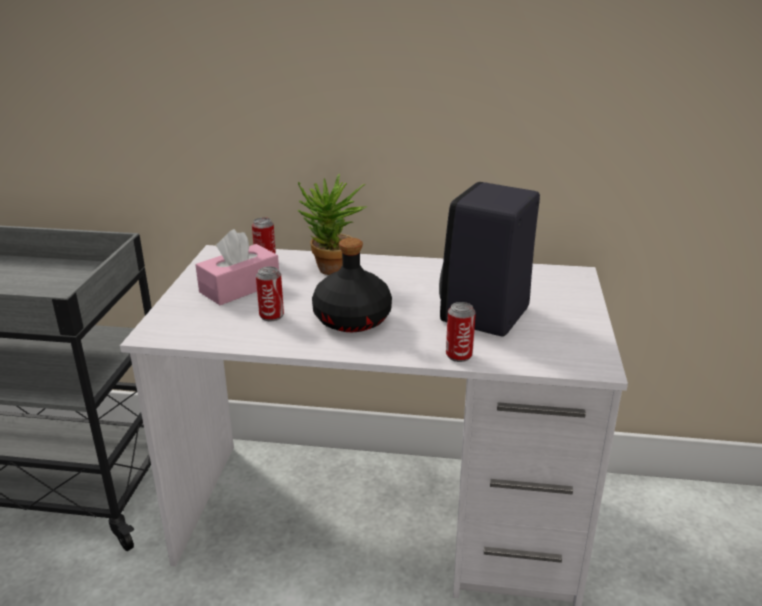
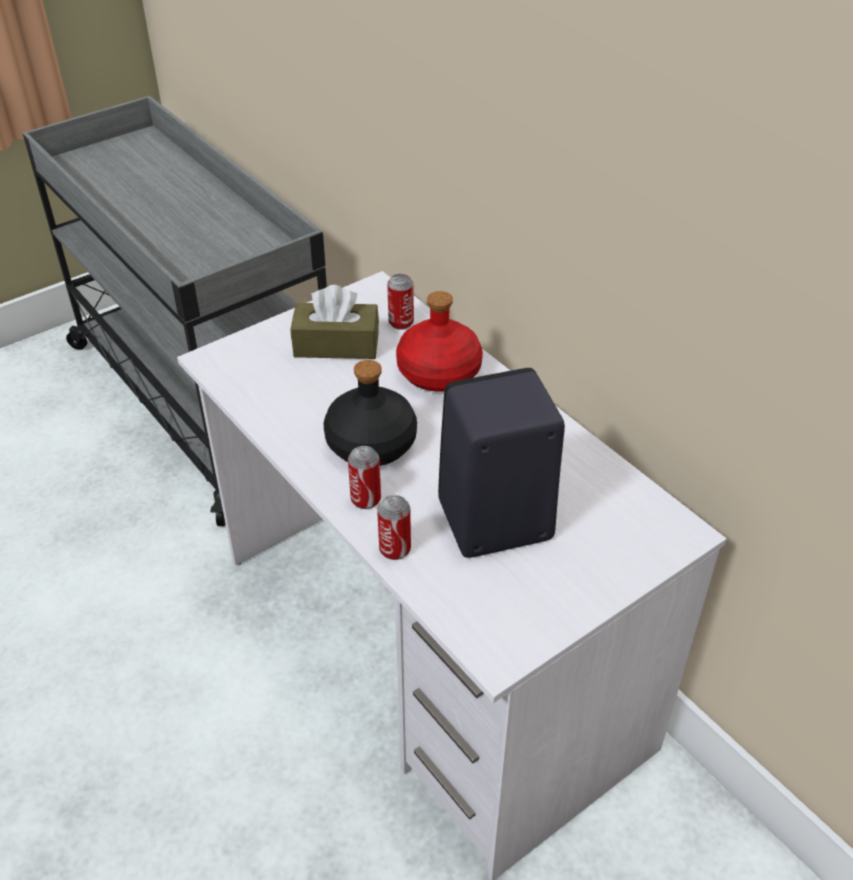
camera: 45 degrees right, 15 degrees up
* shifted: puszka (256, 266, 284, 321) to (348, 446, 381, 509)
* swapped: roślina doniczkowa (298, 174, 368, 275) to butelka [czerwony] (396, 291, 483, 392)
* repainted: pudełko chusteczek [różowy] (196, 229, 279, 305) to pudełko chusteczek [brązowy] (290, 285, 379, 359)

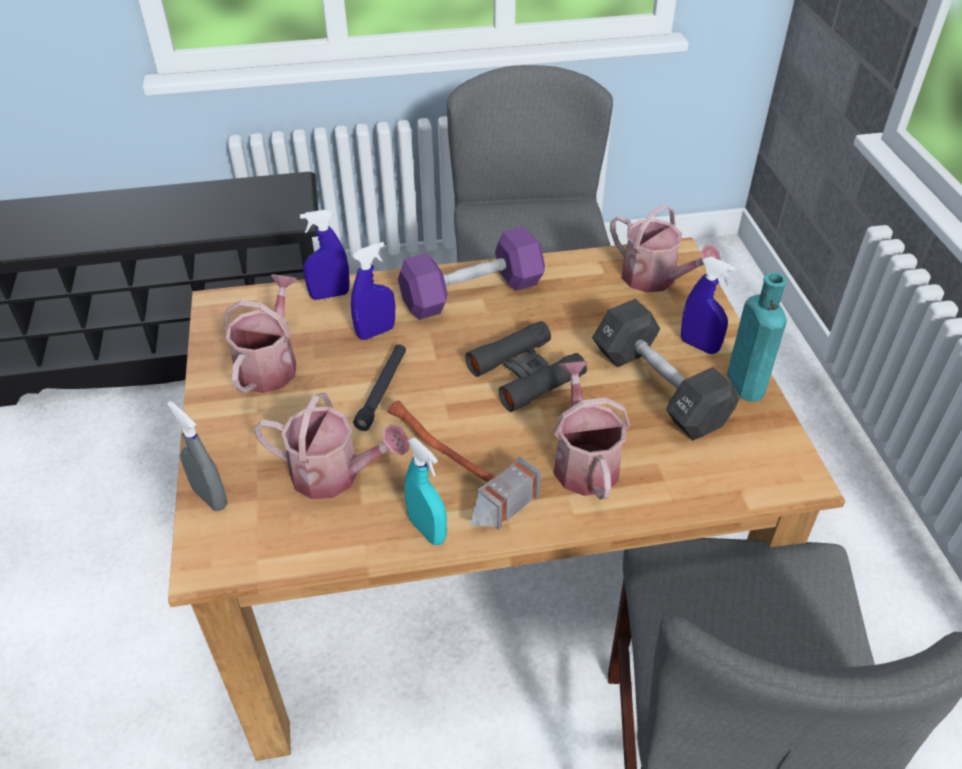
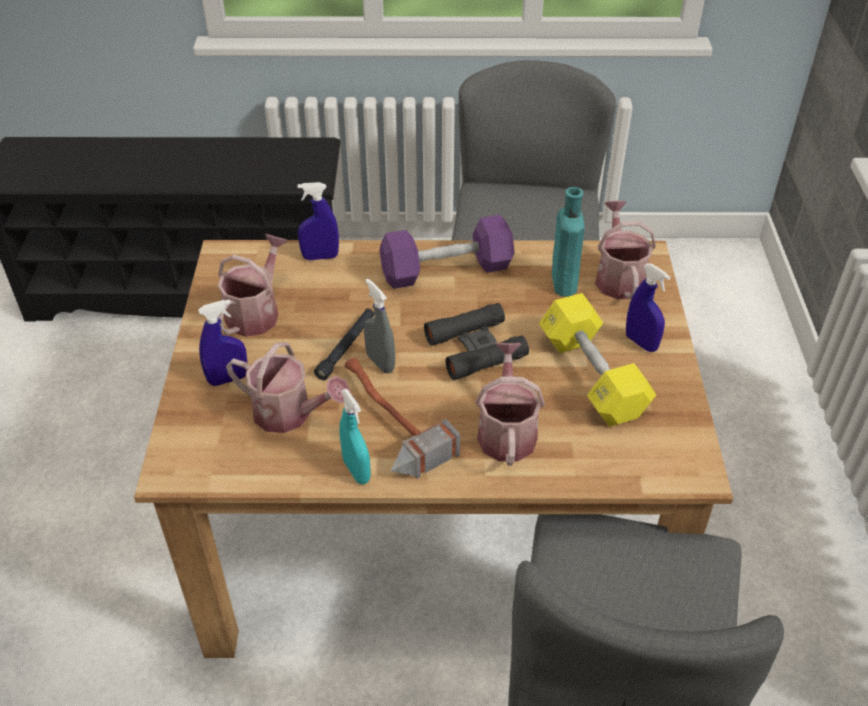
camera: 10 degrees right, 0 degrees up
* shifted: spryskiwacz [szary] (168, 401, 227, 511) to (364, 278, 395, 373)
* shifted: spryskiwacz [niebieski] (351, 242, 395, 340) to (198, 299, 247, 386)
* shifted: butelka [turkusowy] (727, 272, 787, 402) to (552, 187, 585, 297)
* repainted: hantel [czarny] (592, 299, 739, 440) to hantel [żółty] (539, 293, 656, 427)
* rotated: konewka (610, 204, 721, 293) = (595, 201, 656, 299) 150 degrees counterclockwise

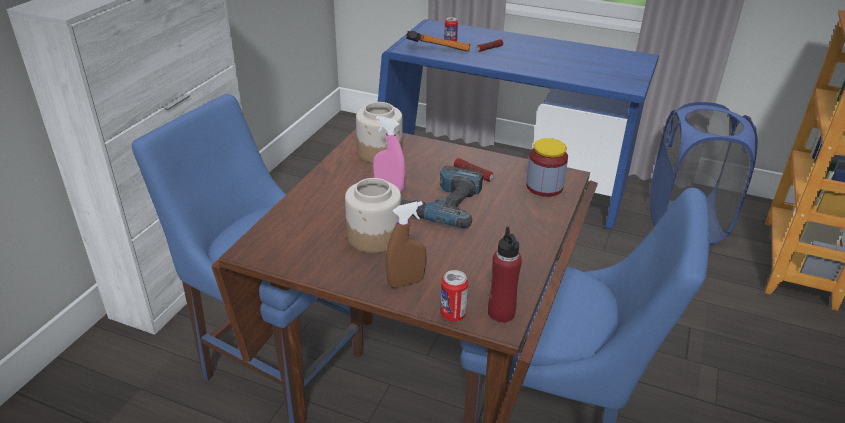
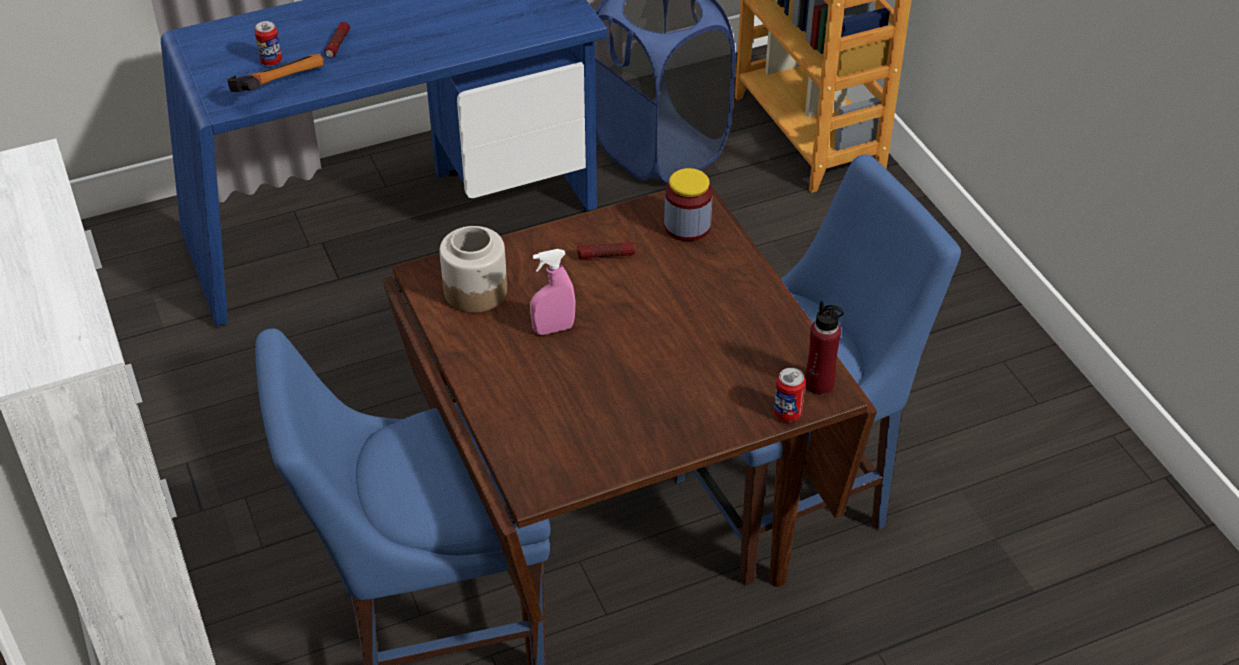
camera: 45 degrees left, 10 degrees up
* gone: słoik (345, 178, 401, 253)
* gone: spryskiwacz [brązowy] (386, 201, 426, 288)
* gone: wiertarka (401, 166, 483, 228)

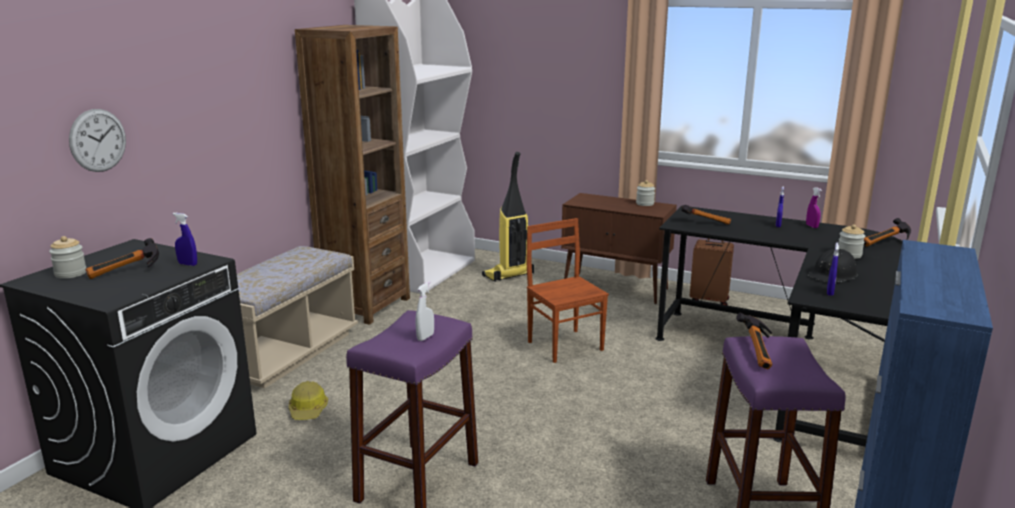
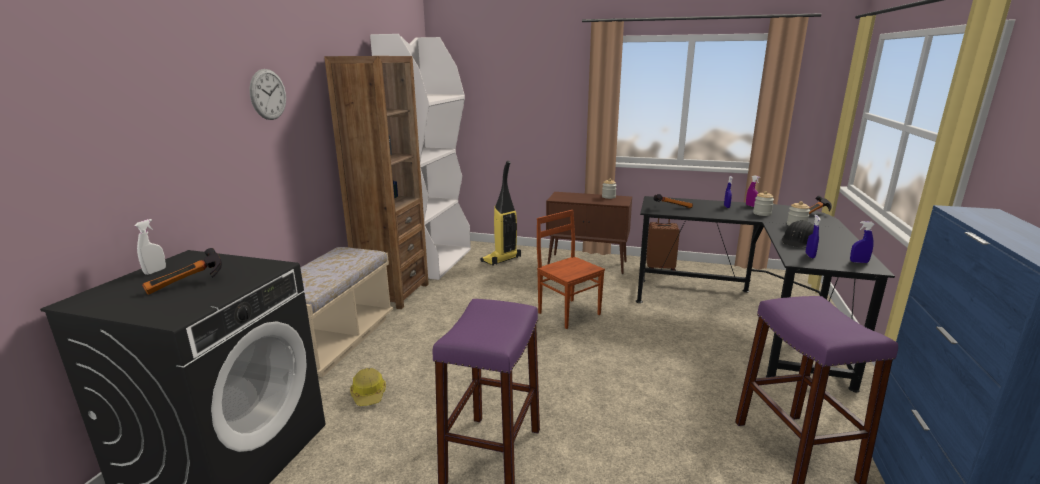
camera: 10 degrees left, 0 degrees up
* gone: młotek (736, 313, 773, 370)
* shifted: słoik (49, 236, 86, 279) to (753, 191, 774, 216)
* shifted: zegar ścienny (69, 109, 126, 172) to (249, 69, 286, 120)
* shifted: spryskiwacz [niebieski] (173, 213, 197, 266) to (850, 221, 875, 263)
* shifted: spryskiwacz [biały] (415, 282, 434, 341) to (135, 219, 166, 275)

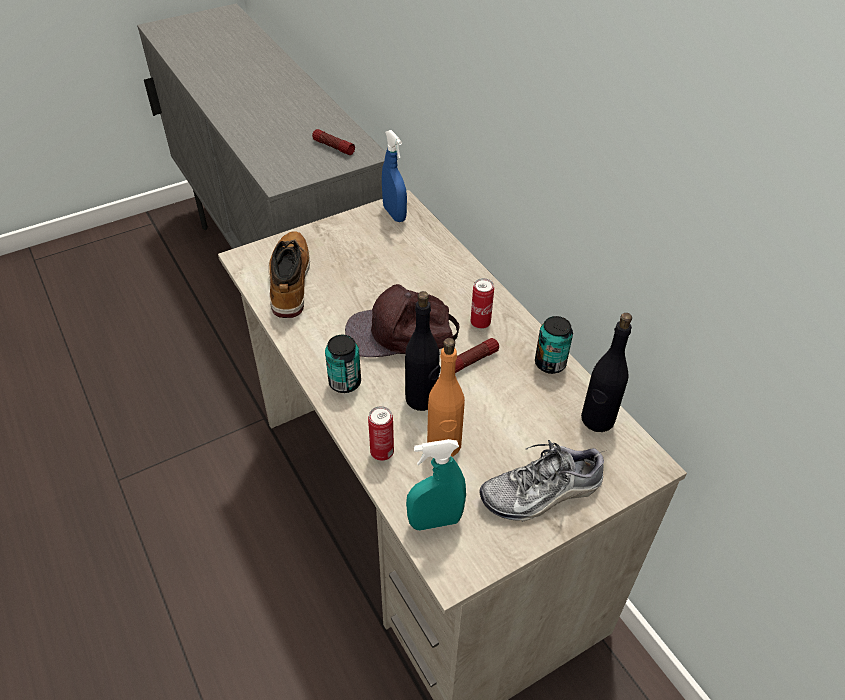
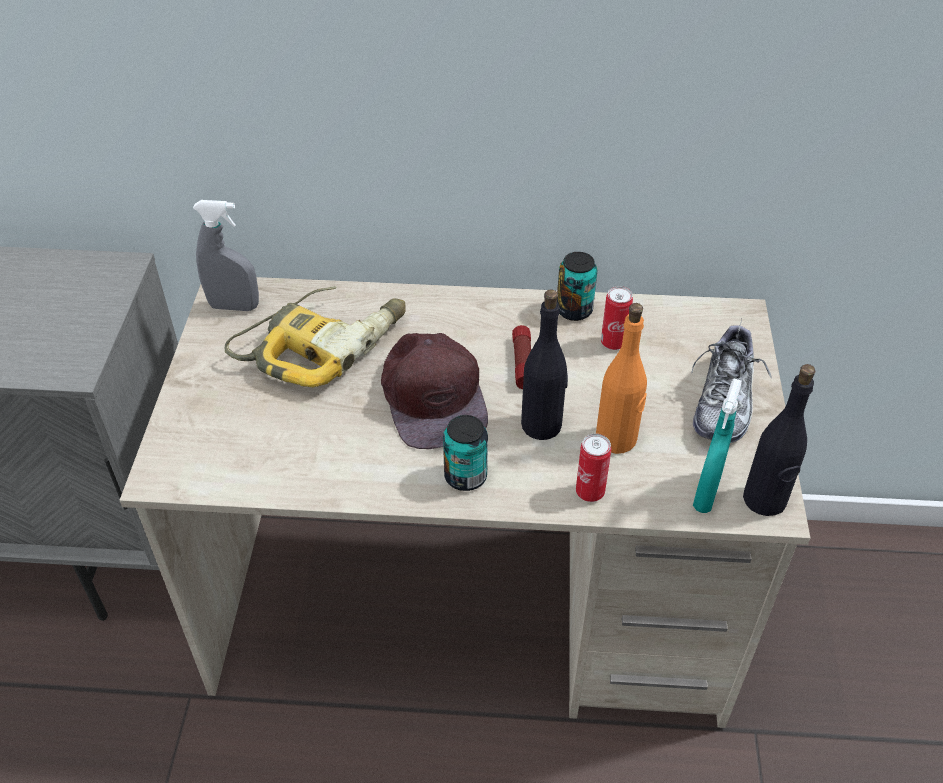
camera: 55 degrees left, 0 degrees up
* gone: but z cholewką (268, 232, 310, 318)
* gone: latarka (312, 129, 355, 155)
* new: wiertarka (225, 286, 406, 387)
* shifted: puszka (471, 278, 494, 329) to (601, 286, 633, 350)
* shifted: butelka [czarny] (581, 313, 632, 432) to (743, 364, 815, 516)
* repainted: spryskiwacz [niebieski] (382, 130, 407, 222) to spryskiwacz [szary] (193, 200, 259, 311)
* rotated: czapka z daszkiem [brązowy] (345, 284, 459, 357) = (381, 333, 488, 449) 45 degrees counterclockwise

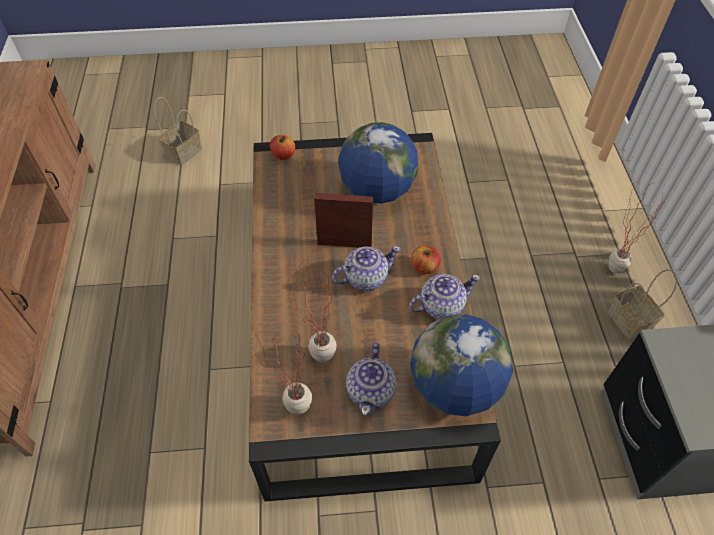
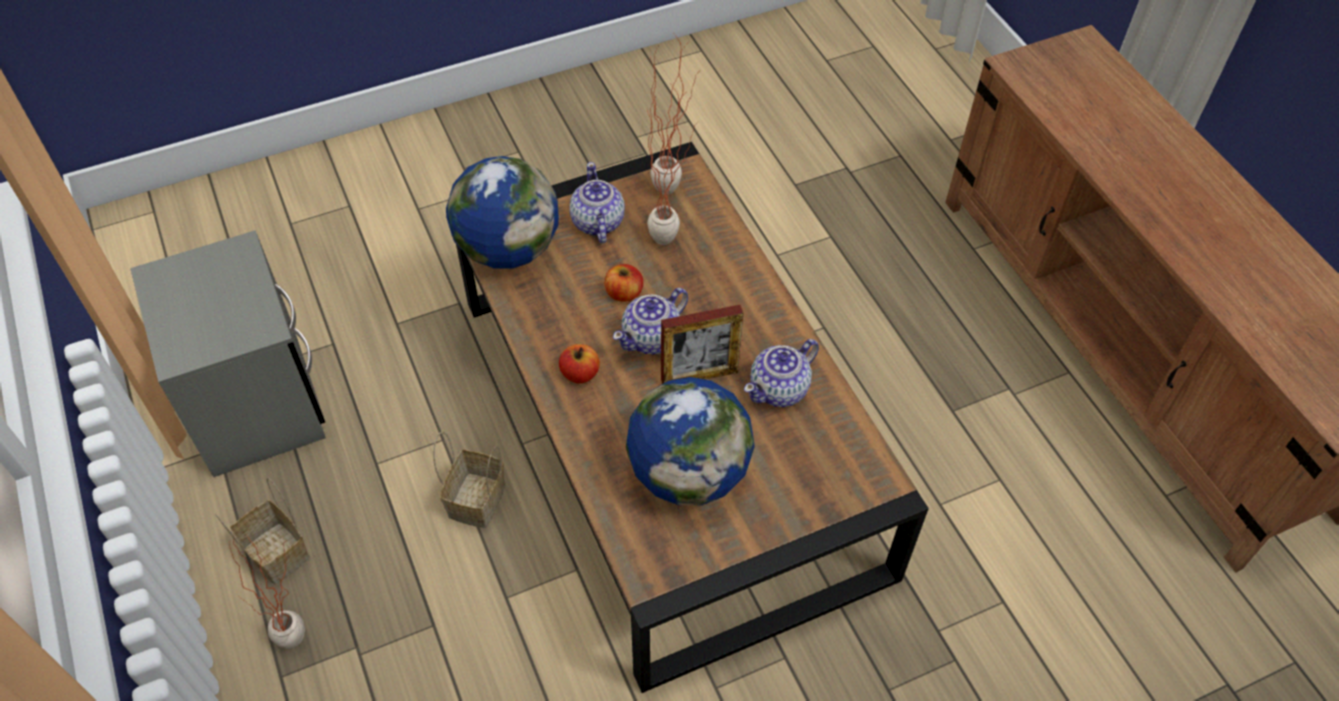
camera: 160 degrees right, 0 degrees up
* shifted: koszyk (154, 97, 202, 165) to (433, 431, 505, 528)
* shifted: jabłko (270, 135, 295, 160) to (605, 264, 643, 302)
* shifted: imbryk (409, 274, 480, 319) to (744, 339, 819, 407)

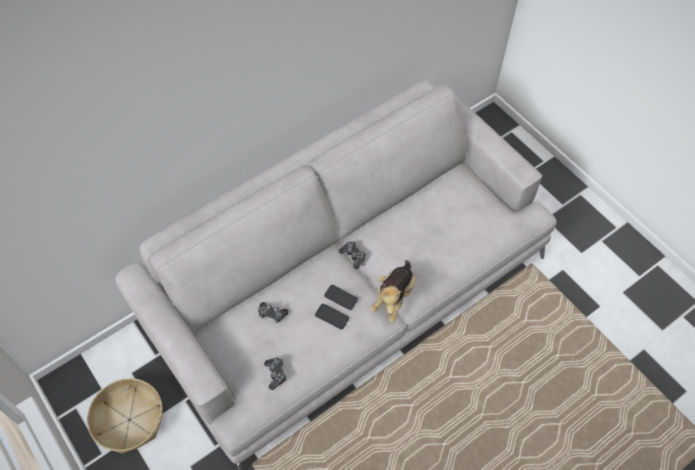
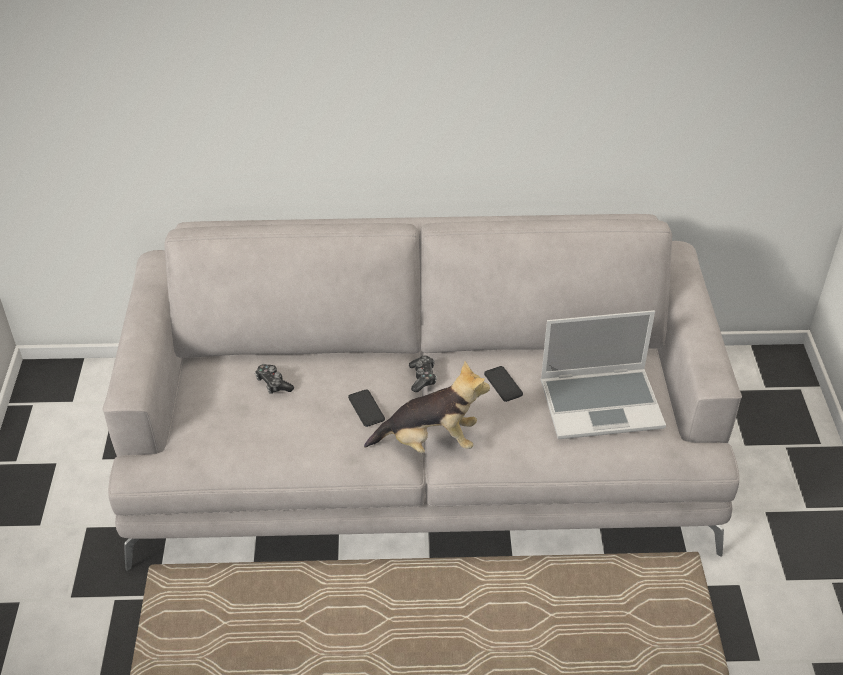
camera: 35 degrees right, 15 degrees down
* gone: koszyk (87, 378, 163, 454)
* gone: pad do gier (264, 358, 287, 390)
* new: laptop (540, 310, 666, 439)
* shifted: telefon (315, 304, 349, 329) to (484, 366, 523, 402)
* rotated: pluszak (371, 260, 415, 322) = (364, 361, 490, 453) 150 degrees counterclockwise

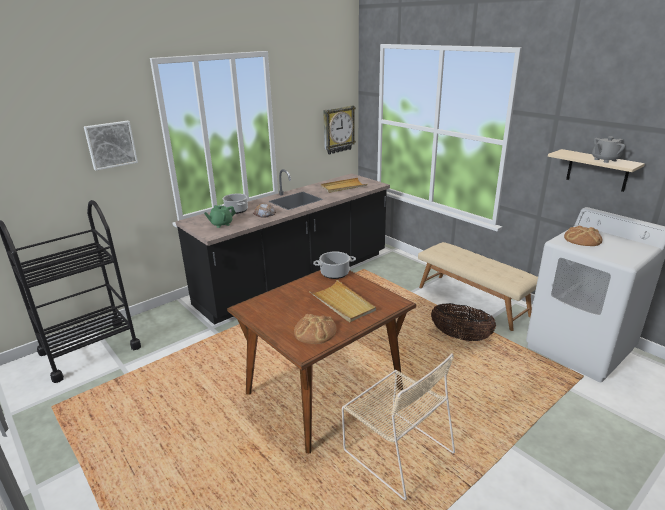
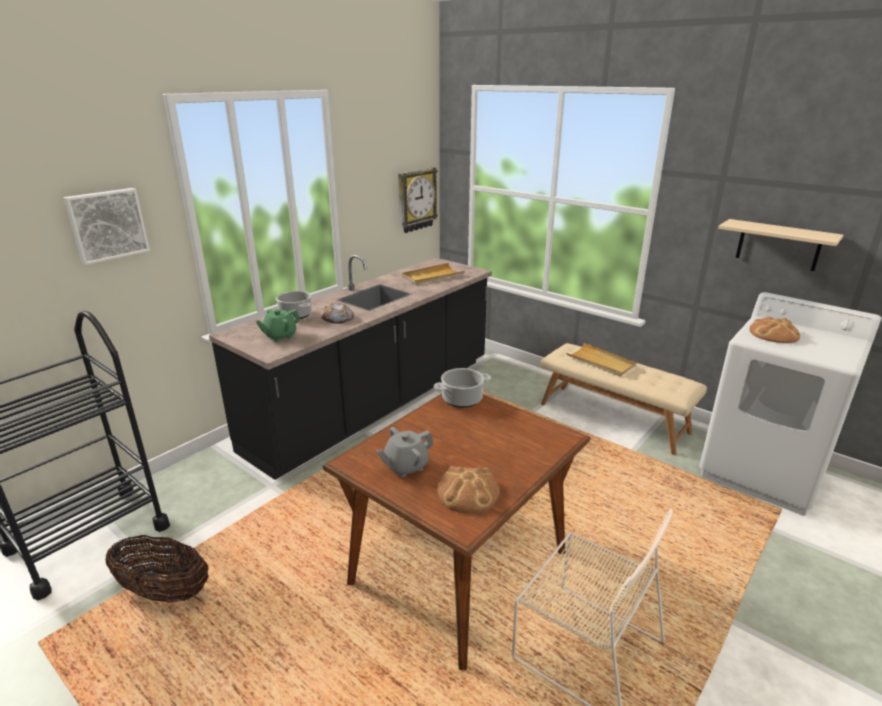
camera: 10 degrees left, 0 degrees up
* shifted: taca [beżowy] (309, 280, 376, 322) to (566, 343, 637, 376)
* shifted: koszyk (431, 303, 496, 341) to (106, 535, 209, 603)
* shifted: imbryk [szary] (592, 136, 626, 163) to (376, 427, 434, 477)

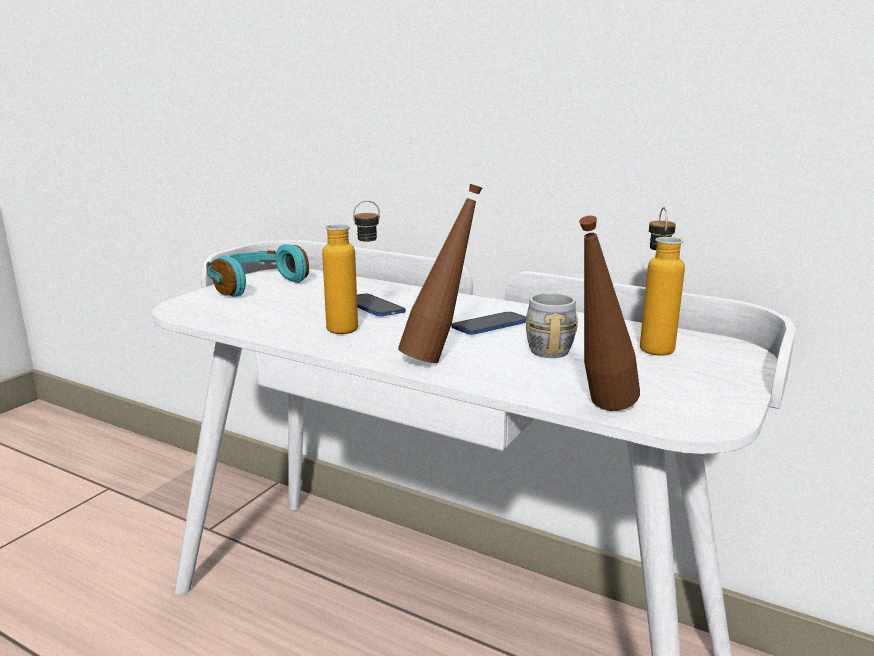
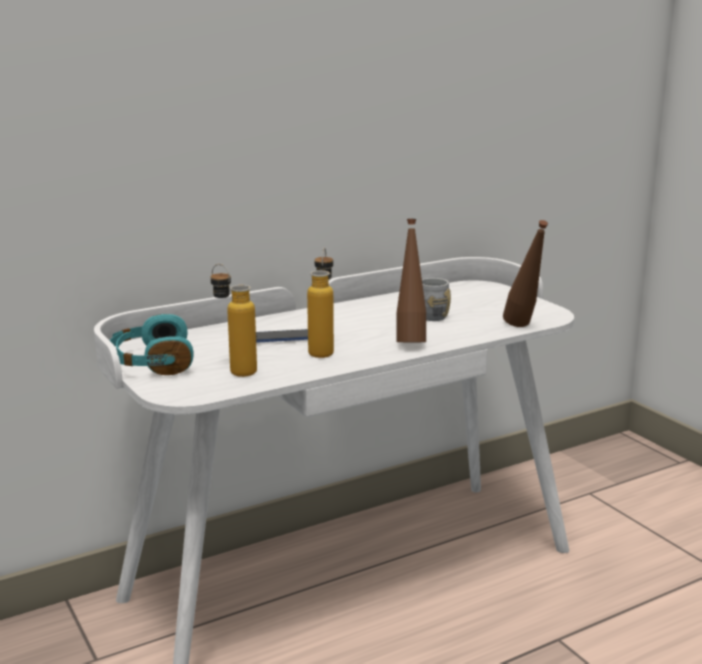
camera: 60 degrees left, 0 degrees up
* gone: telefon (451, 312, 526, 335)
* shifted: butelka (640, 207, 685, 356) to (211, 264, 257, 377)

